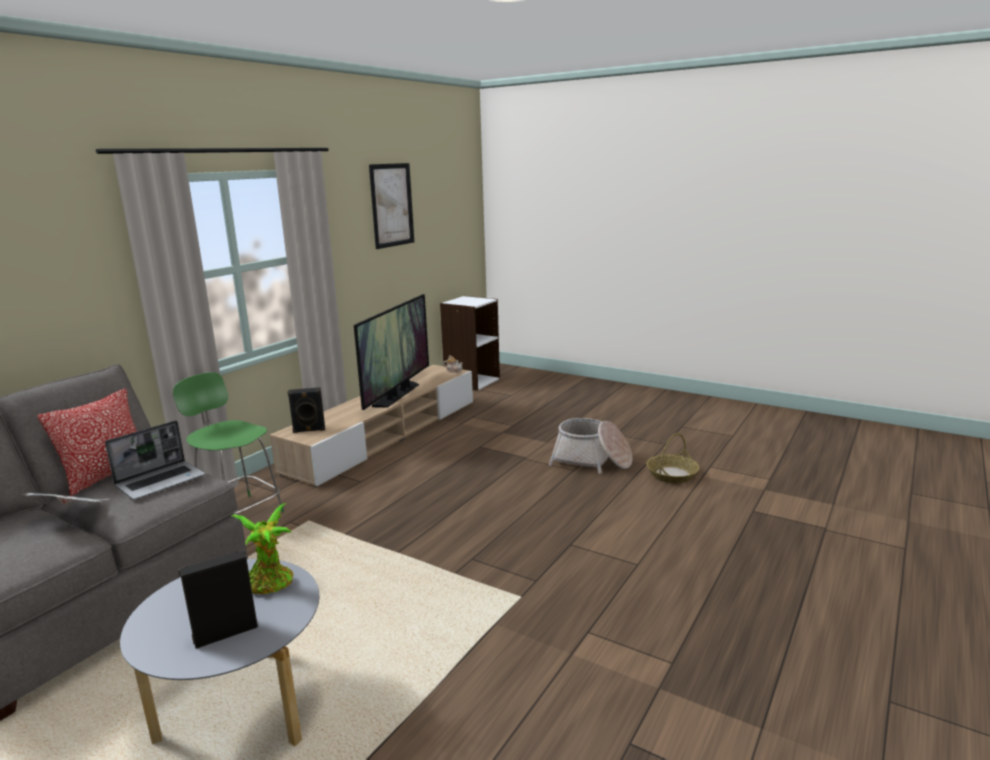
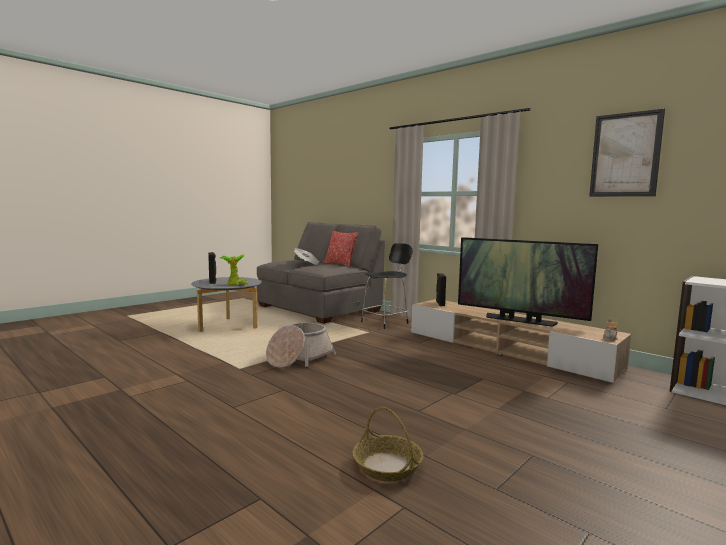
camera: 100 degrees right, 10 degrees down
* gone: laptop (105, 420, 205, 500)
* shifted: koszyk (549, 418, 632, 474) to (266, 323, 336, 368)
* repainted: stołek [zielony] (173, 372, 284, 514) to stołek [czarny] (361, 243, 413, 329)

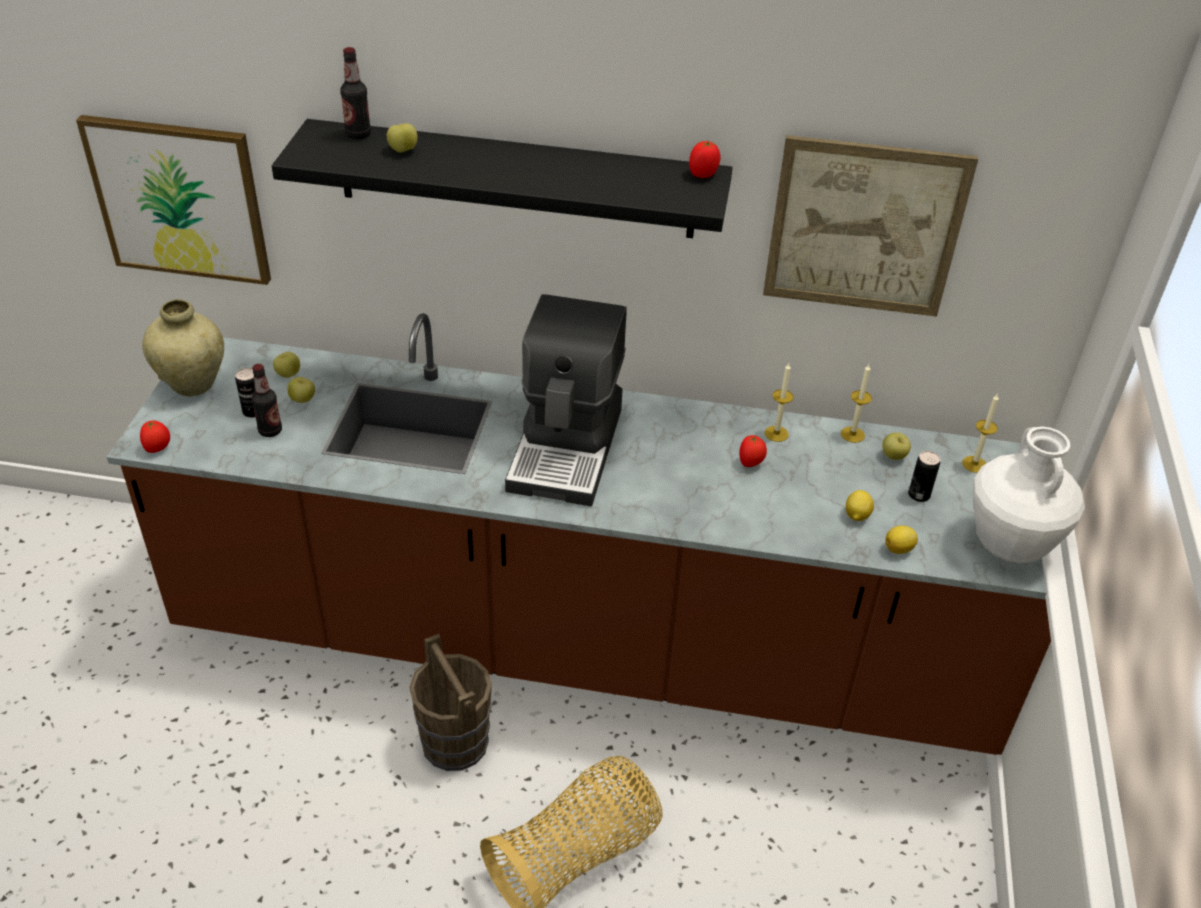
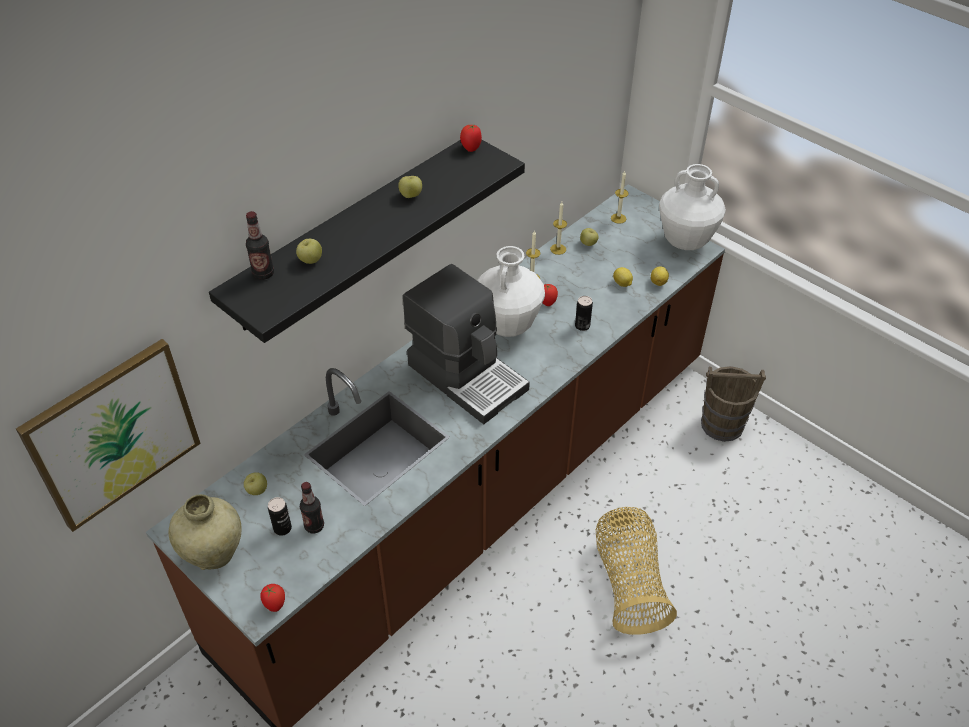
camera: 55 degrees left, 5 degrees up
* gone: obraz (763, 135, 978, 317)
* new: wazon [biały] (477, 246, 545, 337)
* shifted: jabłko (288, 377, 315, 403) to (398, 176, 422, 198)
* shifted: wiadro [brązowy] (409, 634, 492, 771) to (701, 366, 766, 442)
* shifted: puszka (908, 451, 940, 502) to (575, 296, 593, 331)

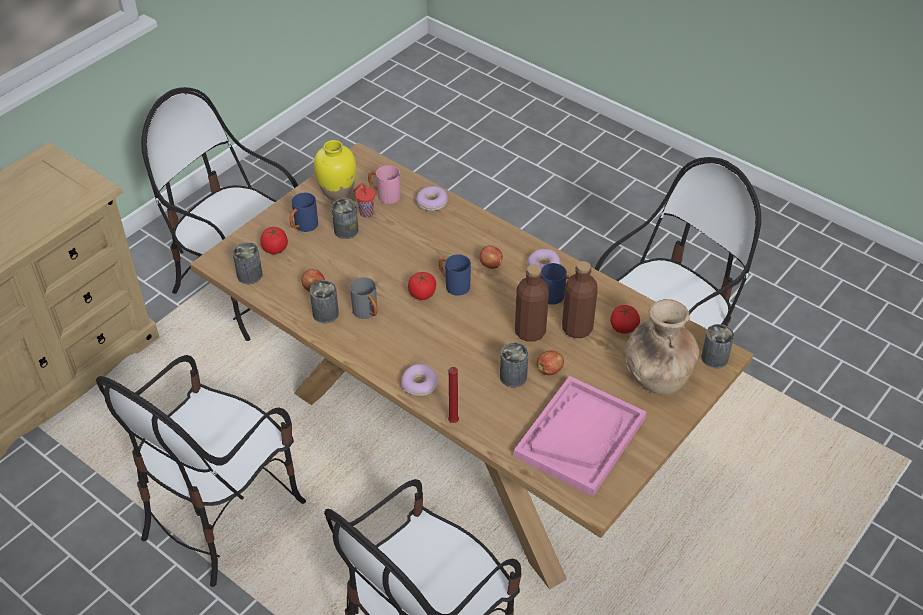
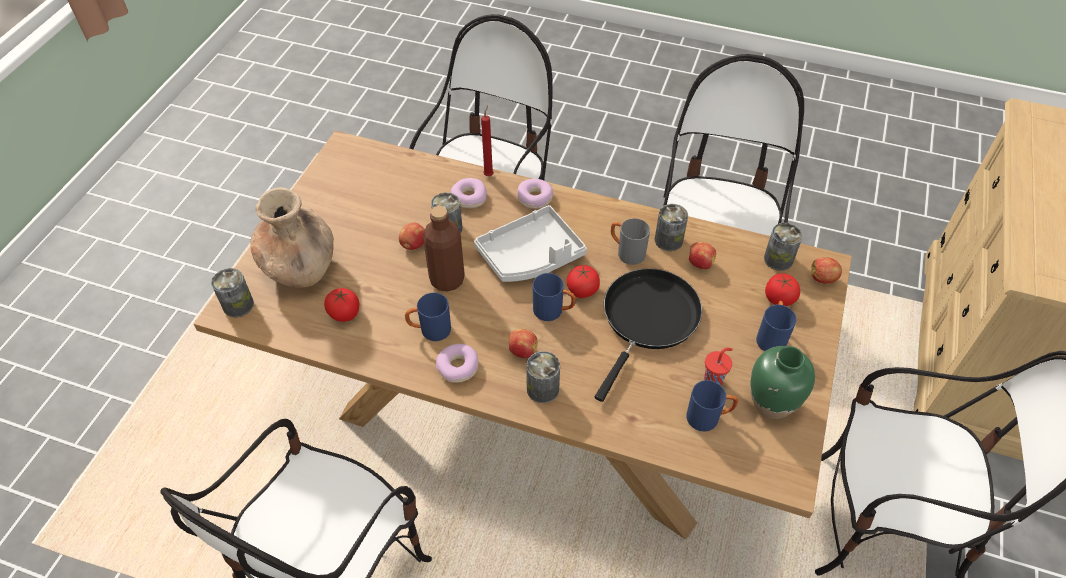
camera: 160 degrees right, 5 degrees up
* gone: taca [różowy] (514, 376, 646, 496)
* gone: butelka [brązowy] (562, 261, 598, 338)
* new: taca [szary] (474, 205, 587, 282)
* new: patelnia [czarny] (595, 268, 702, 402)
* new: jabłko (811, 257, 842, 284)
* shifted: puszka (332, 198, 358, 239) to (526, 351, 560, 403)
* shifted: donut (416, 186, 448, 211) to (451, 178, 487, 208)
* repainted: wazon [żółty] (314, 140, 356, 201) to wazon [zielony] (750, 346, 815, 419)
* repainted: kubek [różowy] (368, 165, 401, 204) to kubek [niebieski] (686, 380, 738, 432)

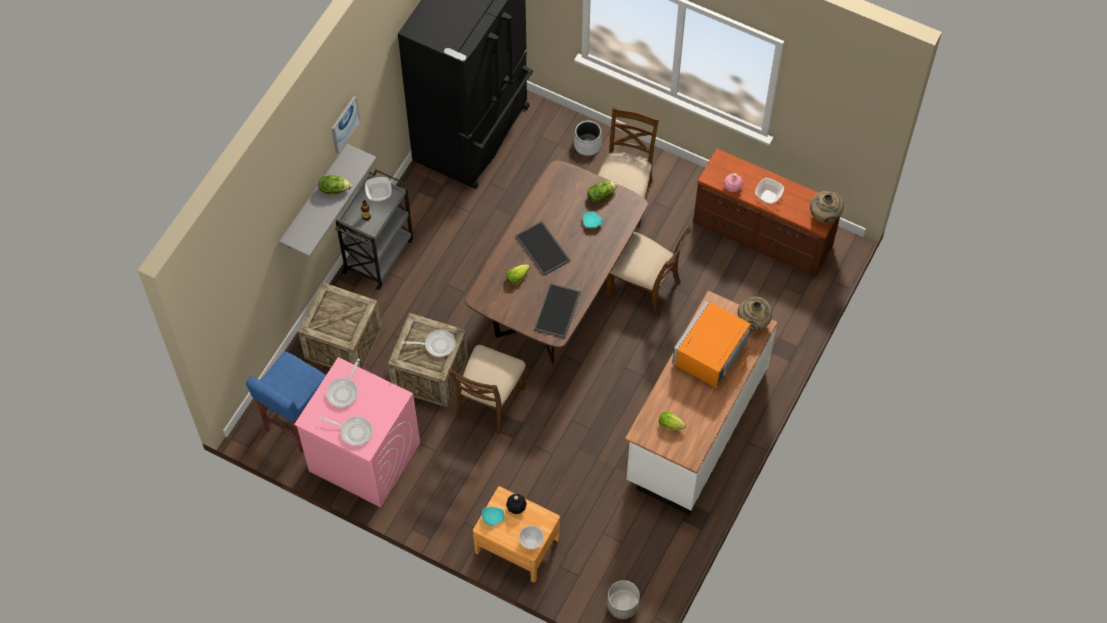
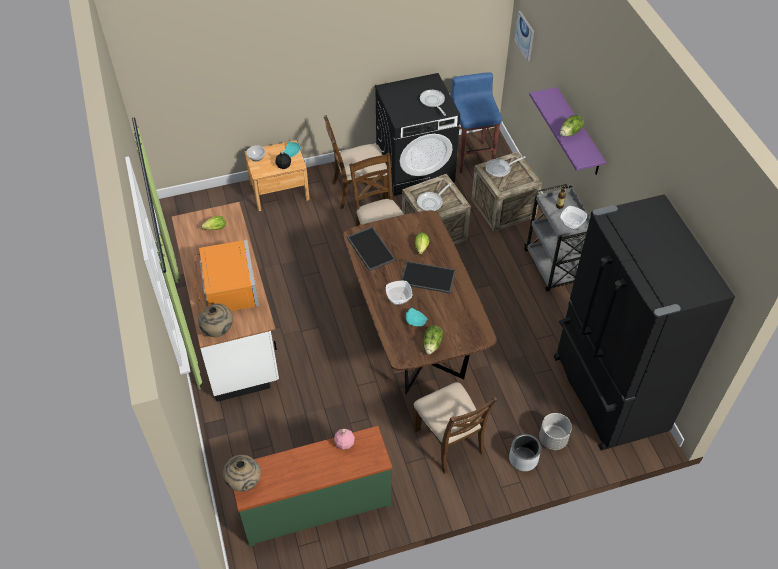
camera: 135 degrees right, 10 degrees down
* shifted: patelnia (319, 416, 373, 446) to (486, 156, 526, 177)
* shifted: obraz (331, 96, 360, 153) to (514, 11, 534, 61)
* shifted: krzesło [brązowy] (606, 226, 692, 317) to (324, 115, 388, 209)
* shifted: donica [szary] (607, 580, 640, 619) to (539, 413, 572, 450)
* shifted: miska (755, 178, 784, 204) to (386, 281, 412, 305)
* repainted: półka [szary] (279, 144, 377, 257) to półka [fioletowy] (529, 87, 606, 175)
* repainted: pralka [różowy] (294, 357, 420, 507) to pralka [czarny] (375, 73, 460, 196)
* repainted: komoda [brązowy] (693, 148, 840, 277) to komoda [zielony] (233, 426, 392, 547)

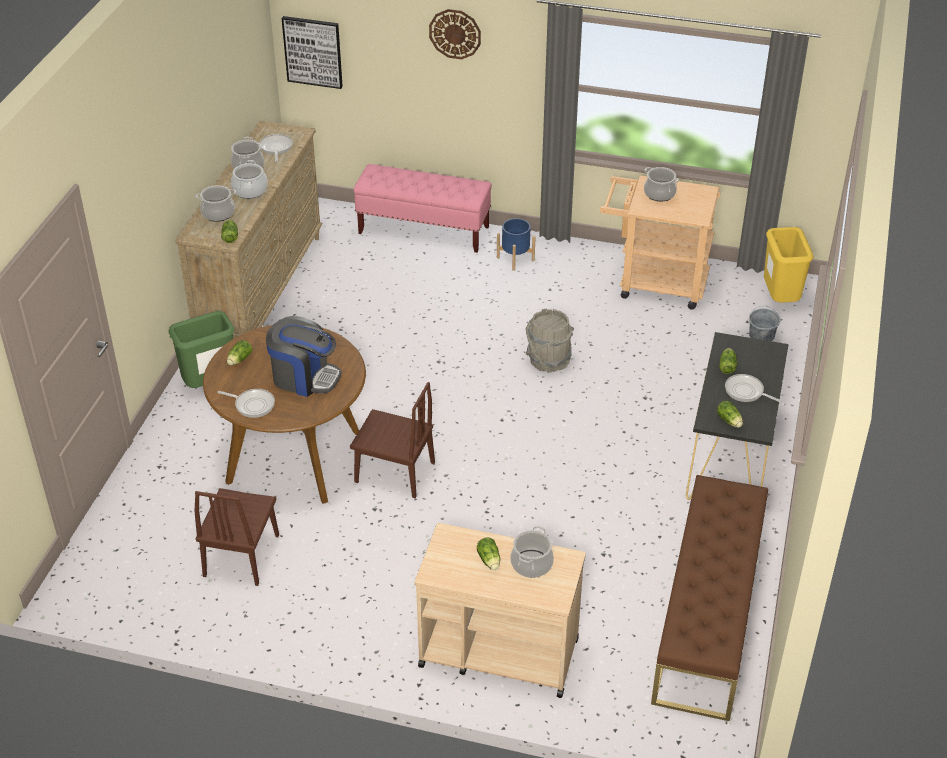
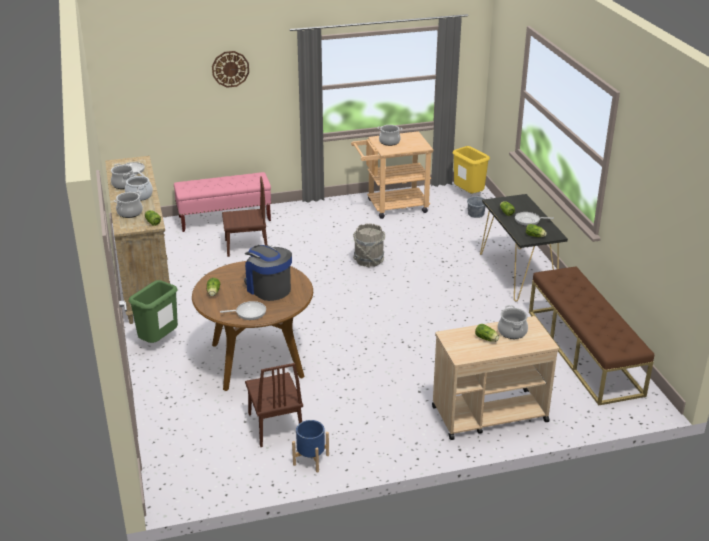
camera: 30 degrees left, 10 degrees down
* gone: obraz (282, 16, 343, 89)
* shifted: krzesło [brązowy] (350, 382, 435, 498) to (222, 176, 268, 257)
* shifted: donica [niebieski] (497, 218, 536, 271) to (292, 420, 329, 472)
* rotated: ekspres do kawy (266, 316, 341, 397) = (244, 245, 292, 301) 120 degrees counterclockwise

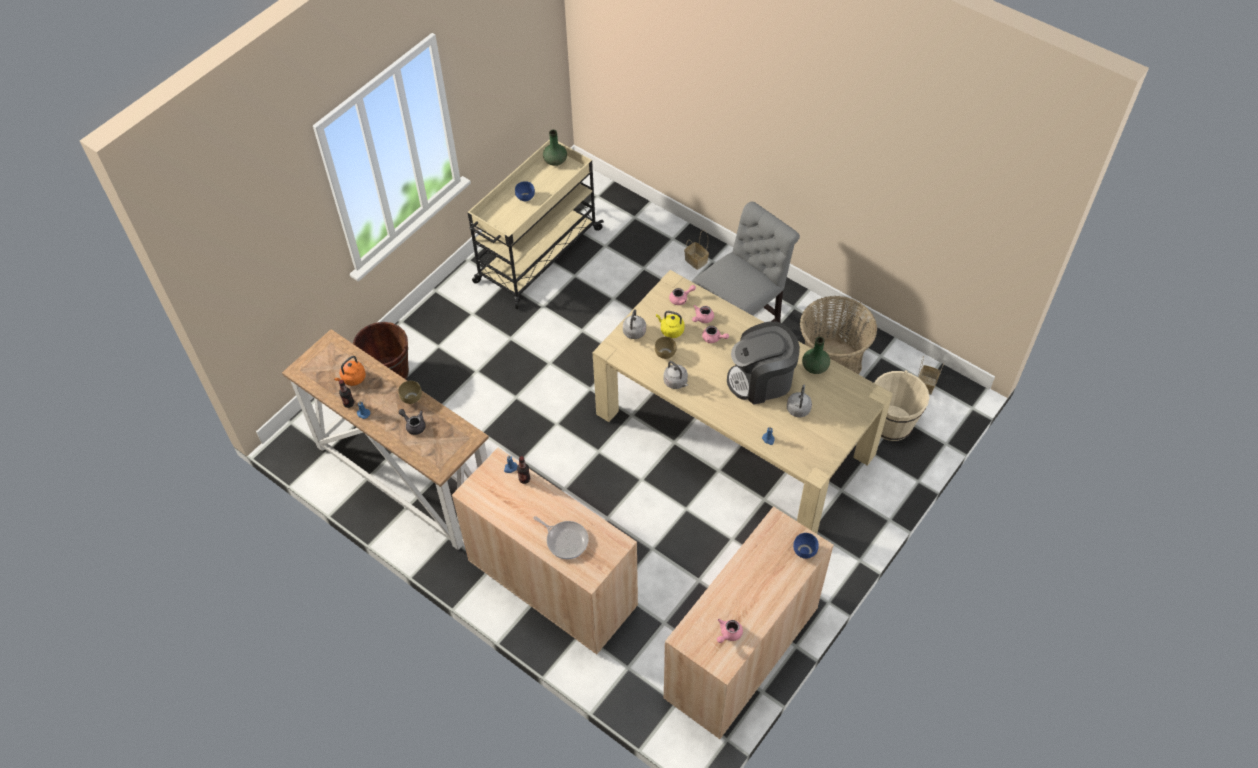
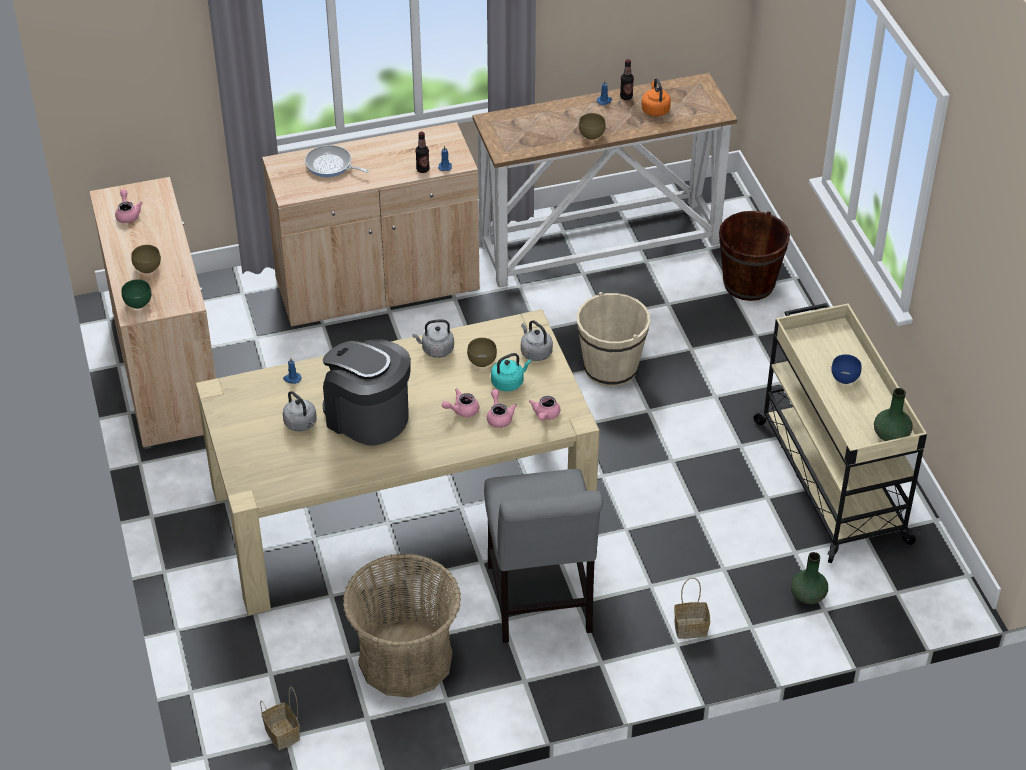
camera: 125 degrees right, 10 degrees down
* gone: imbryk [szary] (398, 409, 426, 435)
* new: miska [brązowy] (131, 245, 161, 273)
* shifted: wazon [zielony] (802, 337, 830, 374) to (791, 552, 828, 604)
* shifted: wiadro [beżowy] (874, 371, 930, 441) to (577, 292, 650, 387)
* repainted: czajnik [żółty] (656, 311, 684, 338) to czajnik [turkusowy] (491, 353, 531, 391)
* repainted: miska [niebieski] (793, 533, 819, 559) to miska [zielony] (122, 279, 151, 309)
* rotated: patelnia (533, 516, 589, 559) = (305, 145, 369, 177) 45 degrees clockwise
* rotated: ekspres do kawy (727, 321, 800, 405) = (323, 339, 411, 446) 75 degrees counterclockwise

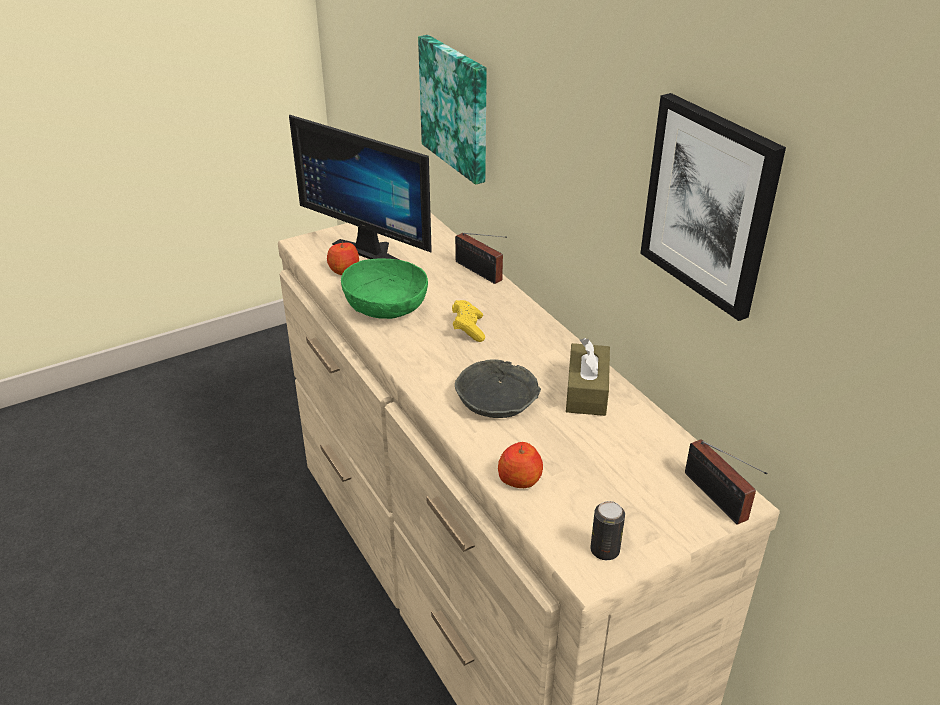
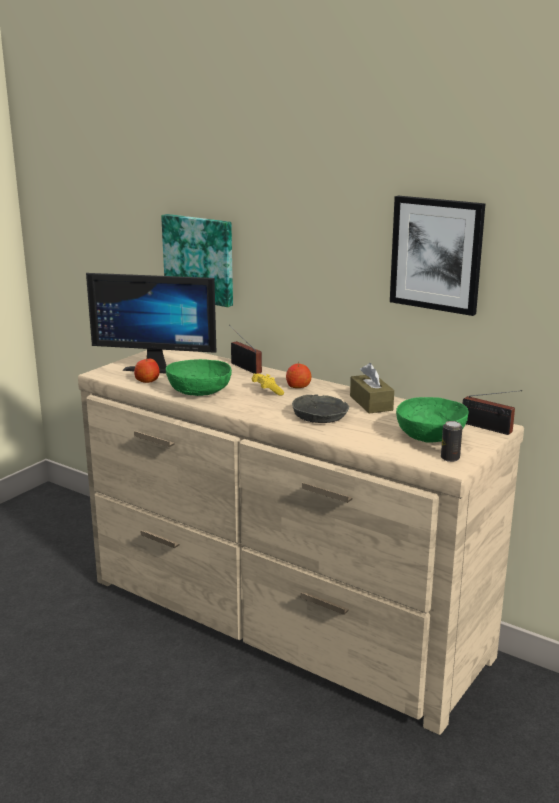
camera: 25 degrees left, 15 degrees down
* new: miska [zielony] (396, 397, 469, 443)
* shifted: jabłko (498, 442, 543, 488) to (286, 362, 311, 388)
* rotated: radio (455, 233, 507, 284) = (229, 325, 262, 374) 150 degrees counterclockwise

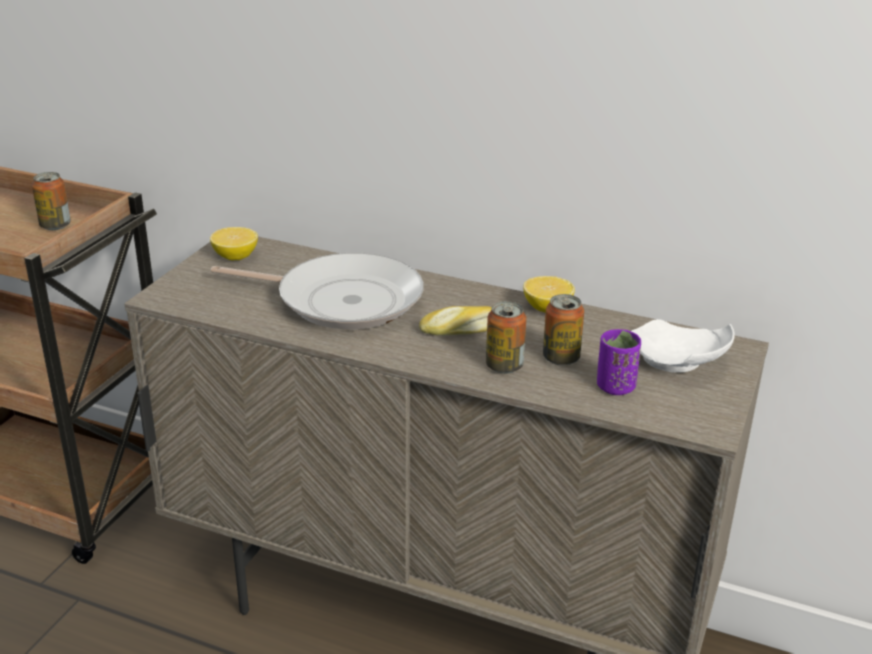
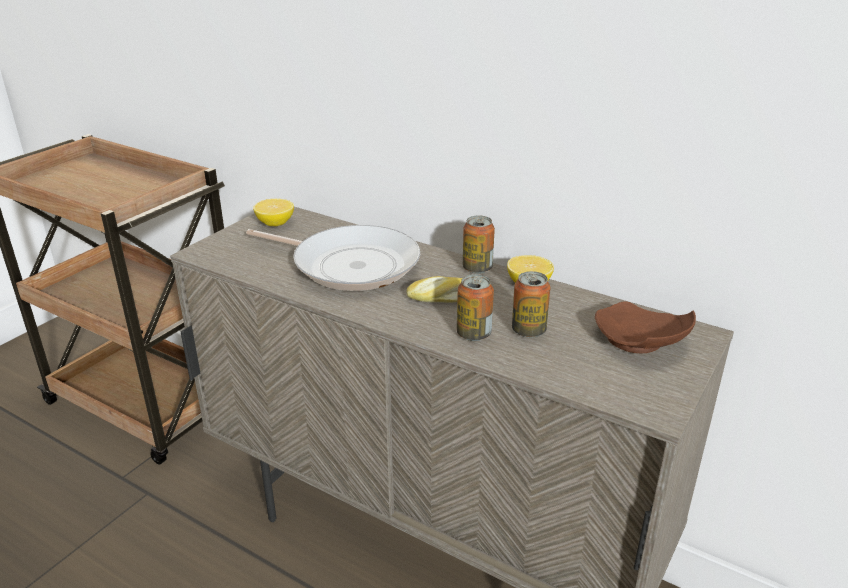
camera: 10 degrees right, 0 degrees up
* gone: filiżanka [fioletowy] (597, 329, 641, 395)
* shifted: puszka (32, 172, 71, 230) to (463, 216, 495, 274)
* repainted: talerz [biały] (631, 319, 735, 373) to talerz [brązowy] (595, 301, 696, 353)

